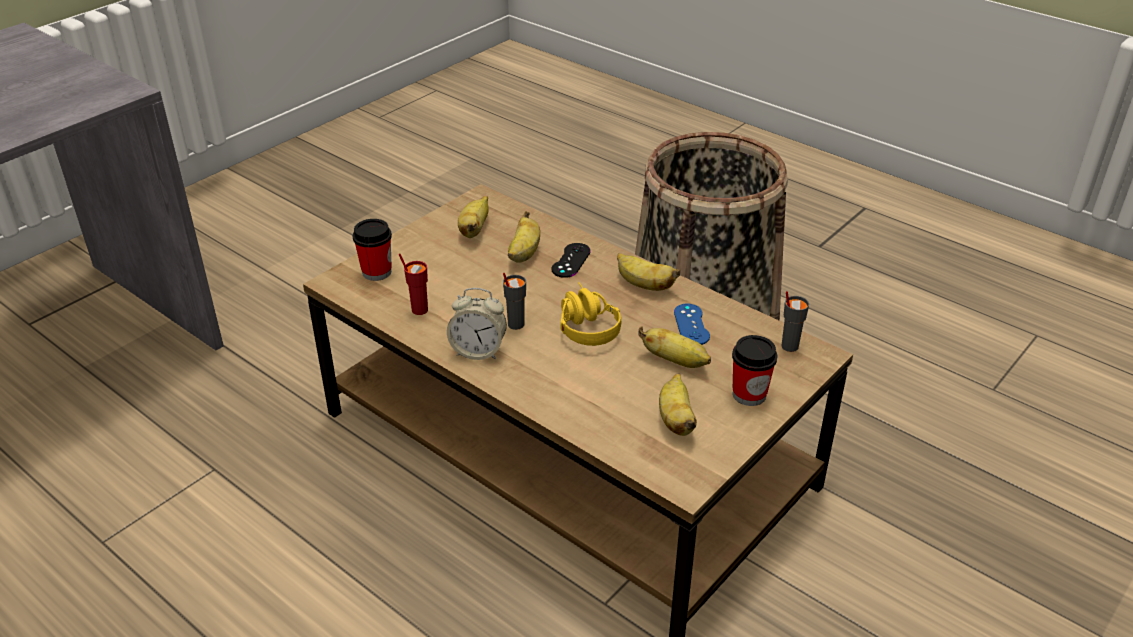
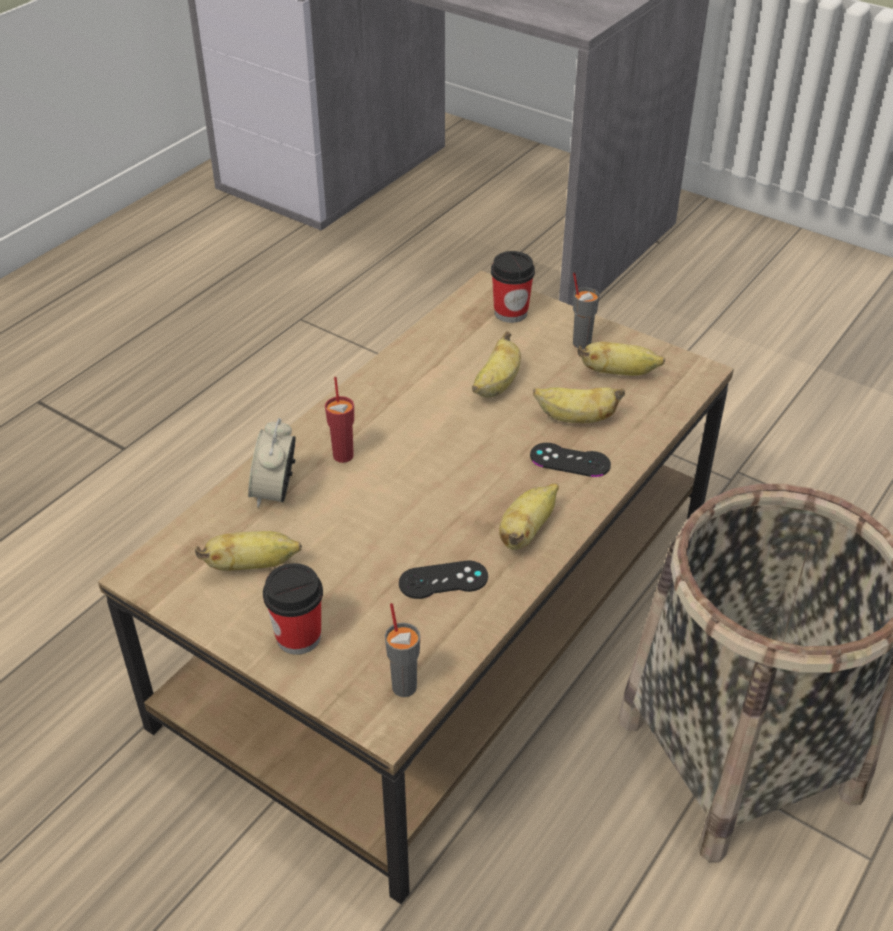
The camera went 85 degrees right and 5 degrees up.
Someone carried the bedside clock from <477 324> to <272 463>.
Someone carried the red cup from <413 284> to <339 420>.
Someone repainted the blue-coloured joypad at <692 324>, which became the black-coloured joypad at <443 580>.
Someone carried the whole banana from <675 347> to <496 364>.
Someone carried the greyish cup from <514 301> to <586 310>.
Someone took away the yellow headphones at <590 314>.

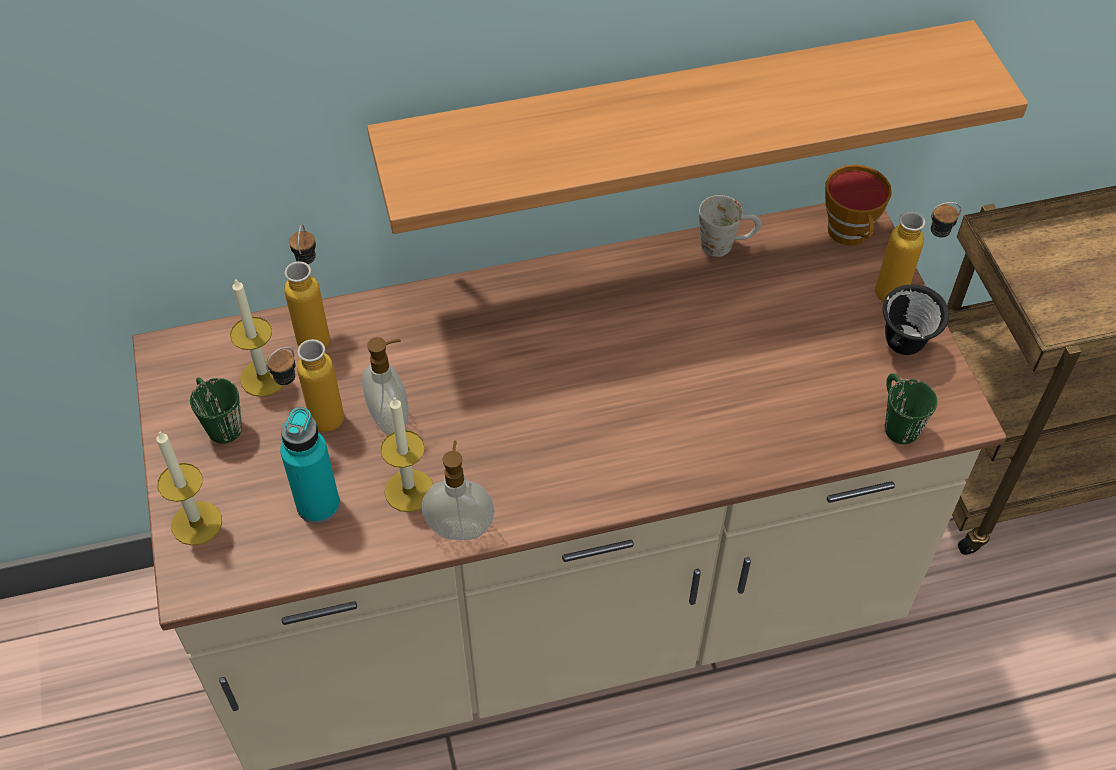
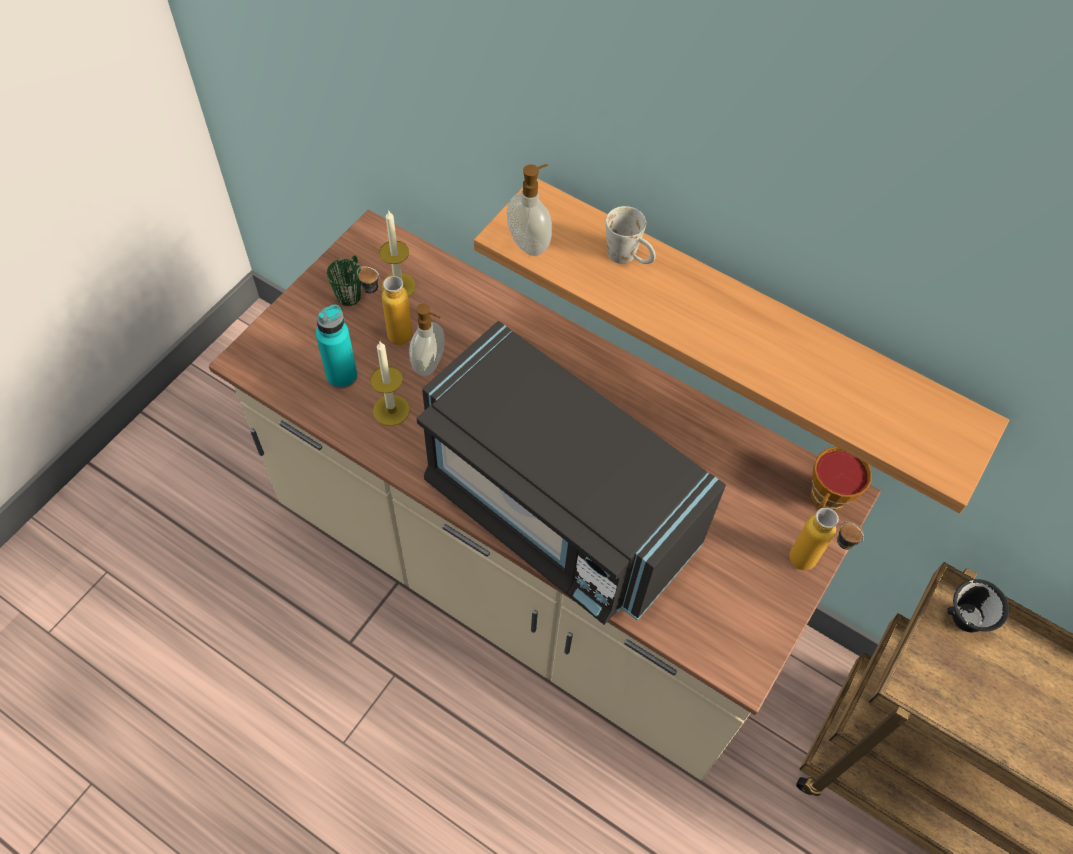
The camera went 45 degrees right and 5 degrees up.
Someone put down the black-coloured kitchen microwave at <571 473>.
Someone carried the soap bottle from <458 490> to <529 210>.
Someone carried the whitish coffee mug from <730 226> to <631 235>.
Someone carried the black-coloured coffee mug from <916 320> to <978 605>.
Someone took away the wax candle at <189 488>.
Someone took away the bottle at <307 286>.
Someone took away the green coffee mug at <911 408>.

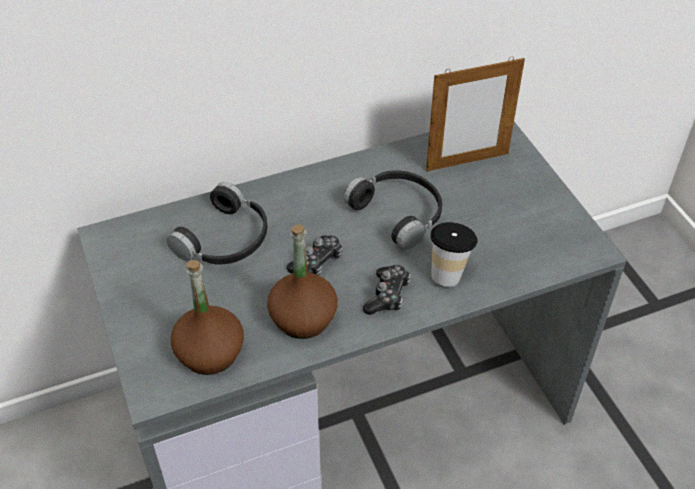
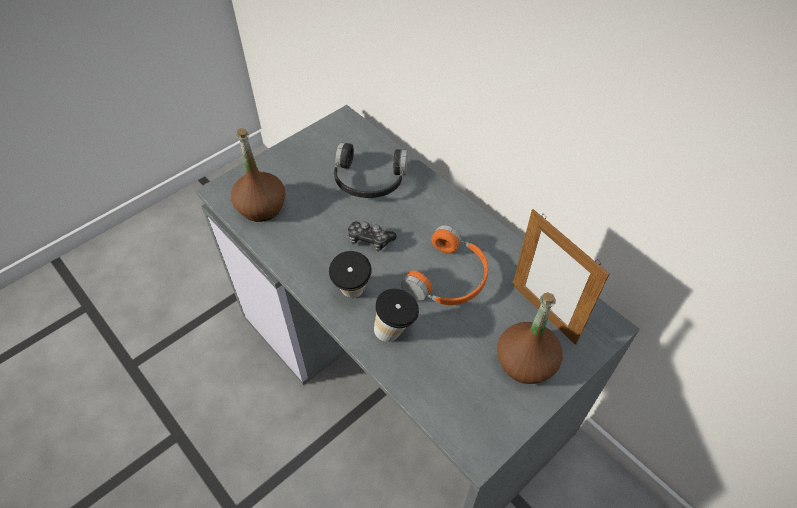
The camera went 70 degrees right and 5 degrees up.
Someone swapped the joypad at <387 290> for the cup at <350 274>.
Someone repainted the black-coloured headphones at <393 210>, which became the orangey headphones at <444 265>.
Someone carried the brown bottle from <302 282> to <530 338>.

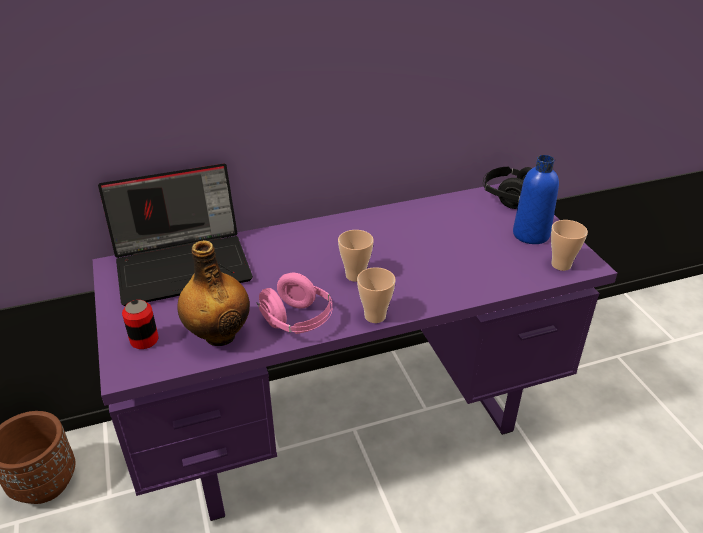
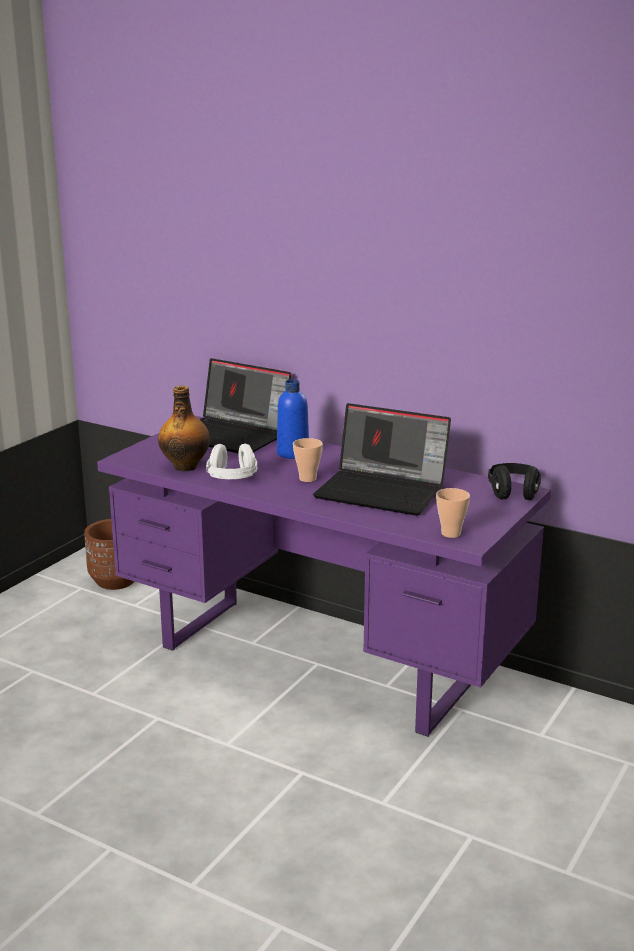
The camera went 50 degrees right and 15 degrees down.
Someone repainted the pink-coloured headphones at <294 303>, which became the whitish headphones at <231 461>.
Someone carried the blue-coloured bottle from <536 199> to <293 419>.
Someone put down the notebook computer at <382 459>.
Someone took away the can at <140 324>.
Someone took away the cup at <376 295>.

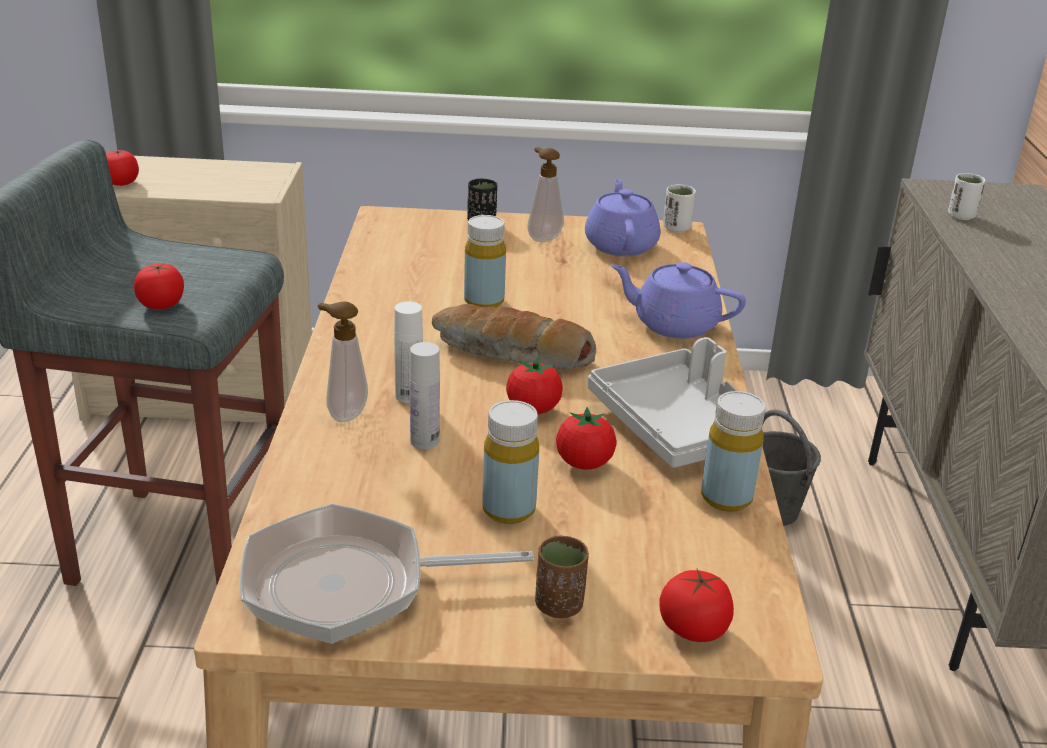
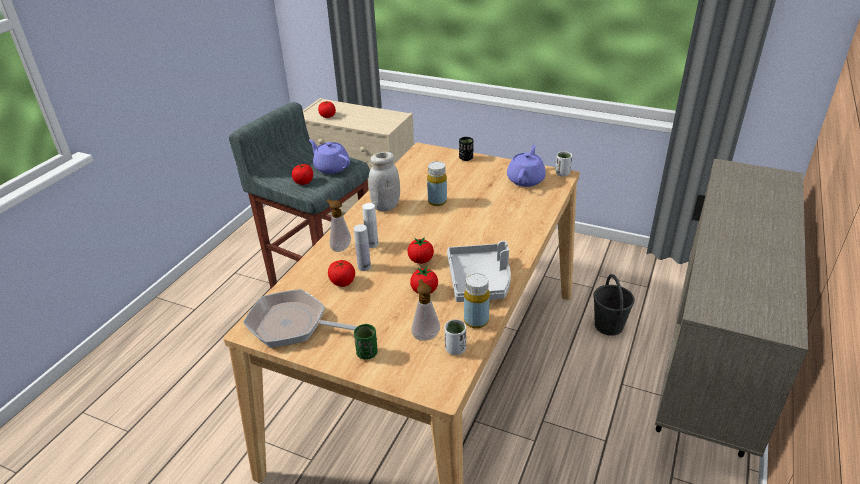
The camera went 25 degrees right and 5 degrees up.
Someone carried the purple tea pot from <678 300> to <329 156>.
Someone carried the whole tomato from <696 605> to <341 273>.
Someone repainted the brown cup at <562 577>, which became the green cup at <366 342>.
Someone put down the whitish jar at <384 181>.
Someone carried the soap bottle from <545 194> to <426 310>.
Someone carried the whitish cup from <966 196> to <455 337>.
Someone took away the baked bread at <514 337>.
Someone took away the yellow bottle at <510 462>.

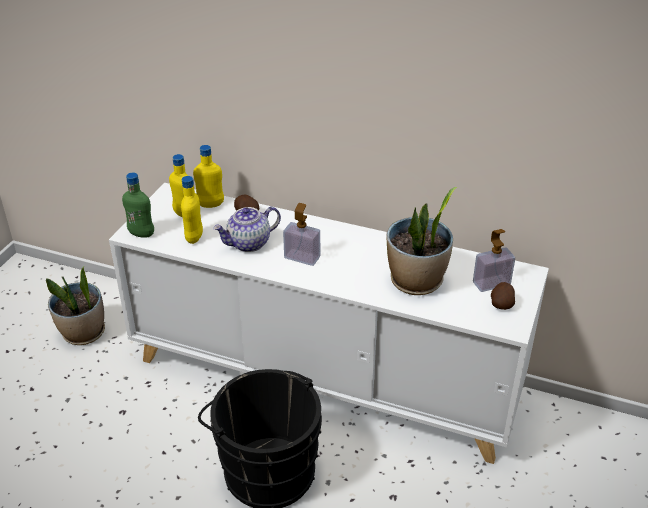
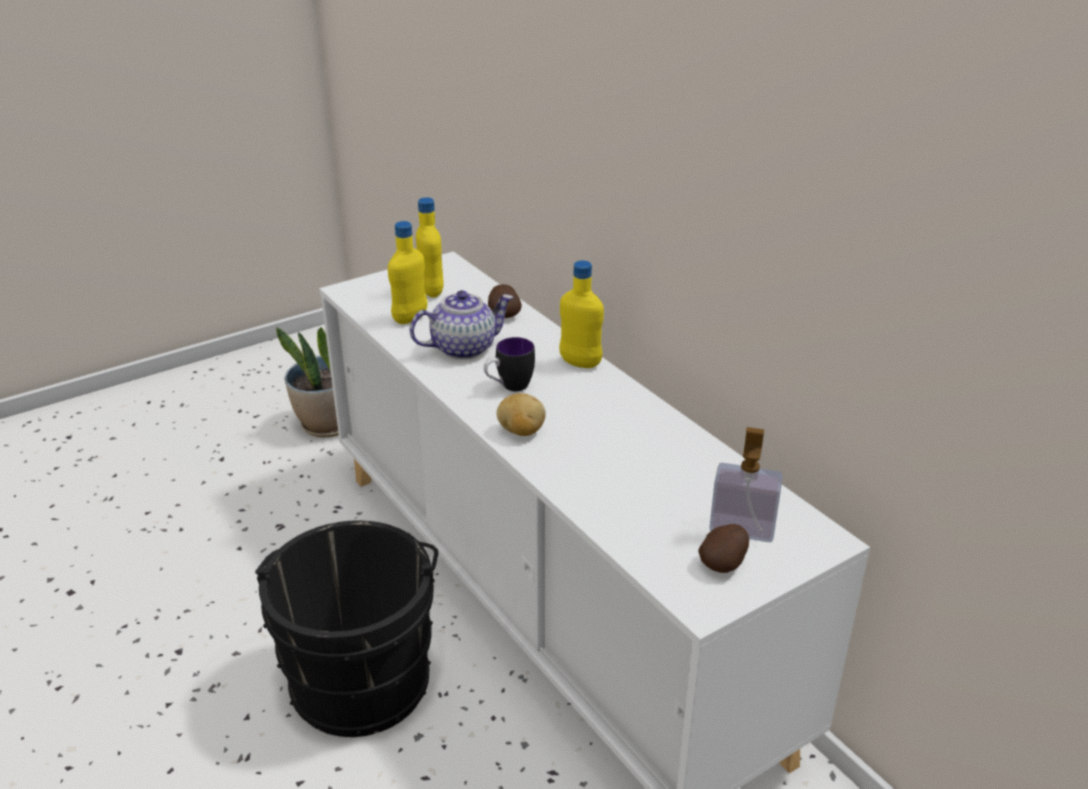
The camera went 35 degrees right and 5 degrees down.
Someone rotated the tea pot at <247 229> by 150 degrees clockwise.
Someone swapped the soap bottle at <301 234> for the coffee mug at <509 364>.
Someone put down the spud at <521 414>.
Someone carried the yellow bottle from <208 176> to <581 314>.
Someone took away the green bottle at <138 205>.
Someone took away the plant in a pot at <421 241>.

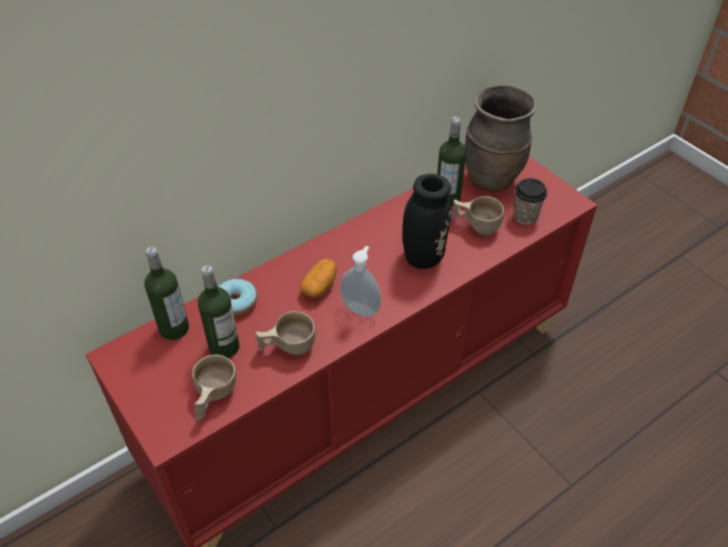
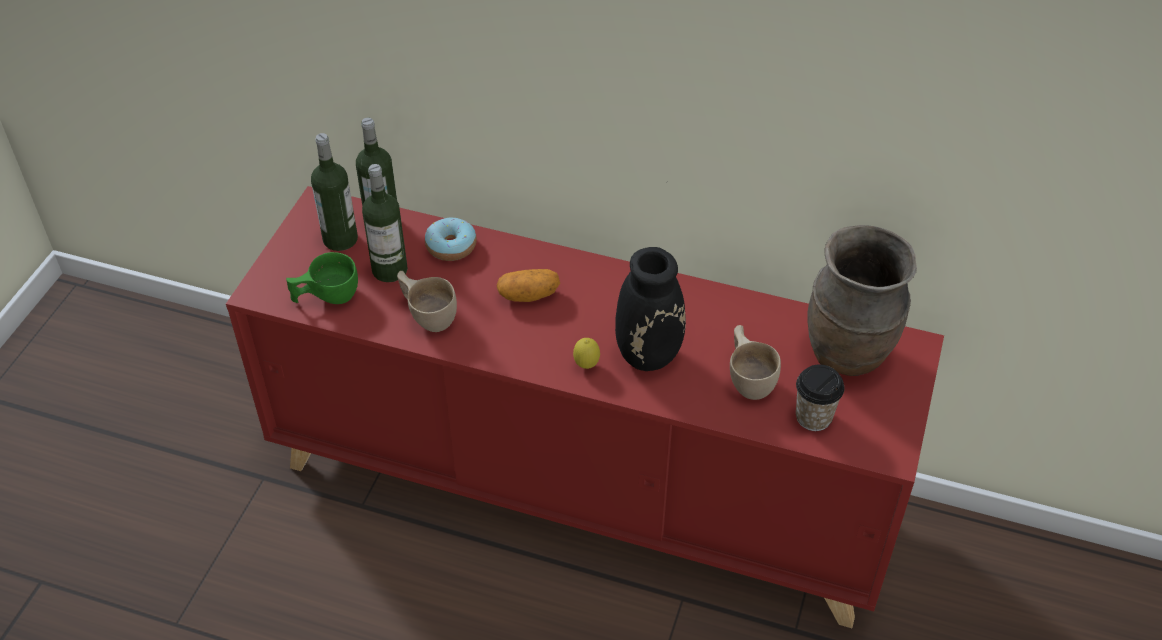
The camera went 55 degrees right and 0 degrees up.
Someone repainted the beige cup at <214 387>, which became the green cup at <322 278>.
Someone carried the bottle from <451 162> to <334 192>.
Someone put down the lemon at <586 353>.
Someone took away the soap bottle at <360 281>.

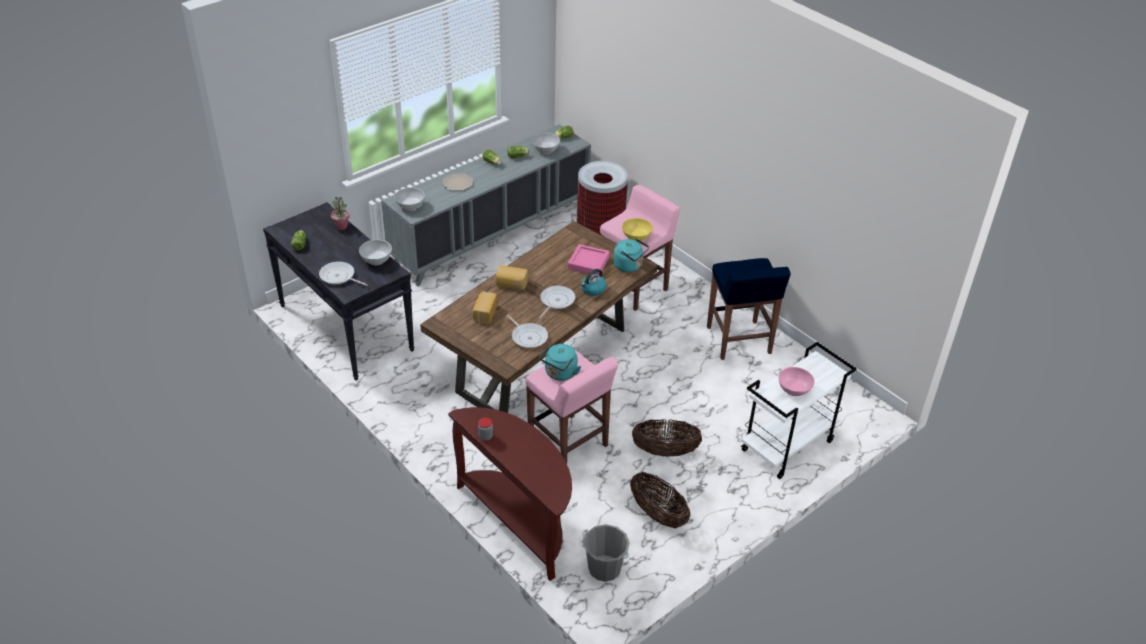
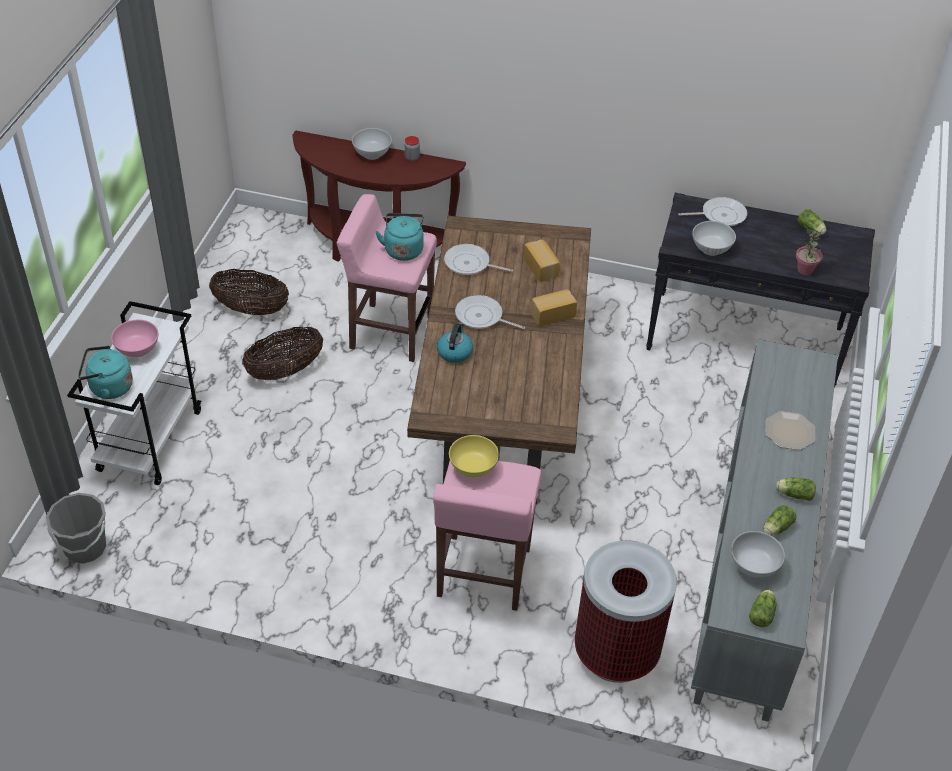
The camera went 145 degrees right and 5 degrees up.
Someone carried the greyish bucket from <606 553> to <76 528>.
Someone carried the blue-green kettle from <631 255> to <105 372>.
Someone carried the whitish deep dish from <410 199> to <372 144>.
Someone rotated the pan at <556 302> by 120 degrees clockwise.
Someone took away the pink-coloured serving tray at <589 259>.
Someone took away the blue-coloured stool seat at <749 309>.

